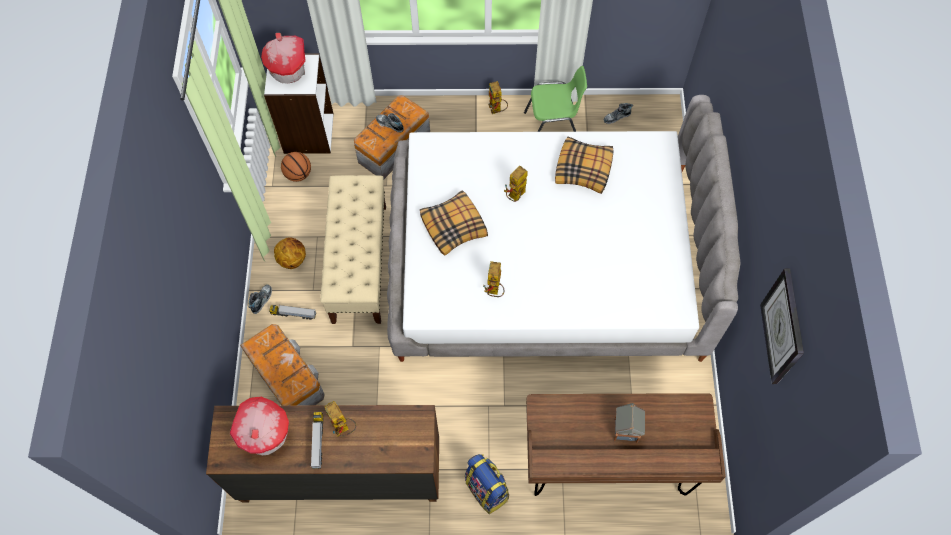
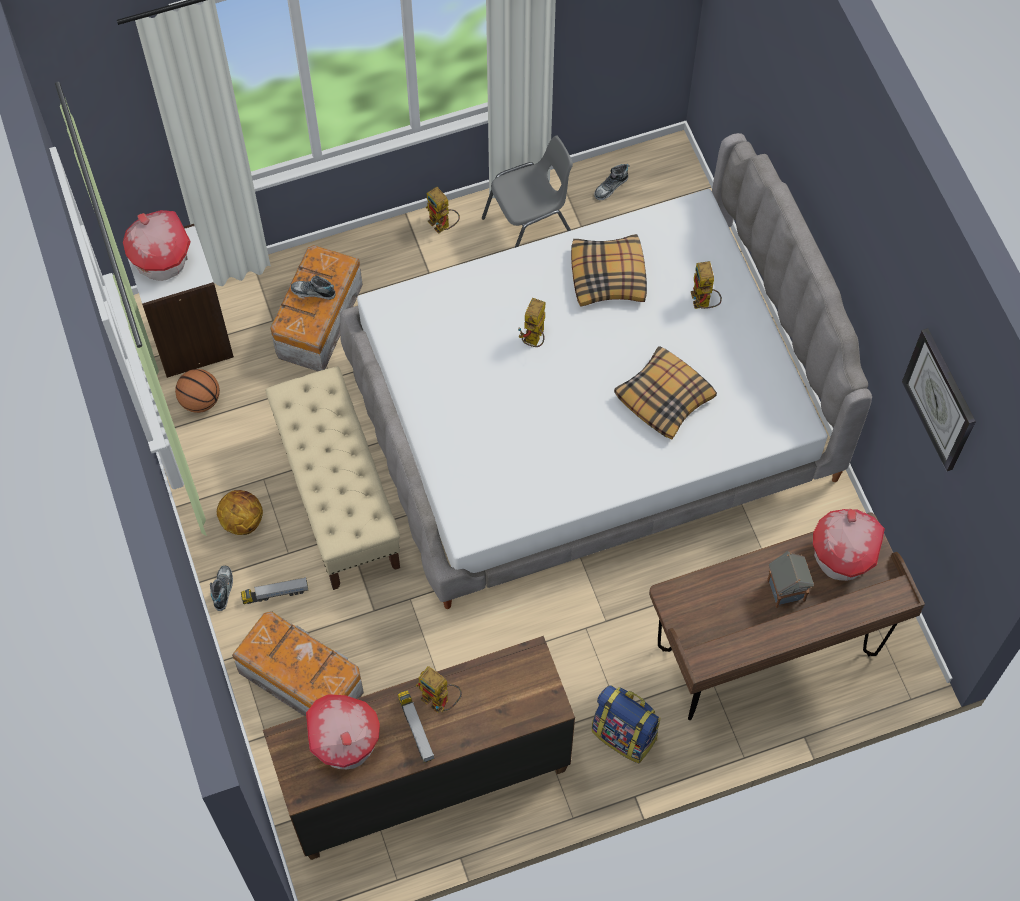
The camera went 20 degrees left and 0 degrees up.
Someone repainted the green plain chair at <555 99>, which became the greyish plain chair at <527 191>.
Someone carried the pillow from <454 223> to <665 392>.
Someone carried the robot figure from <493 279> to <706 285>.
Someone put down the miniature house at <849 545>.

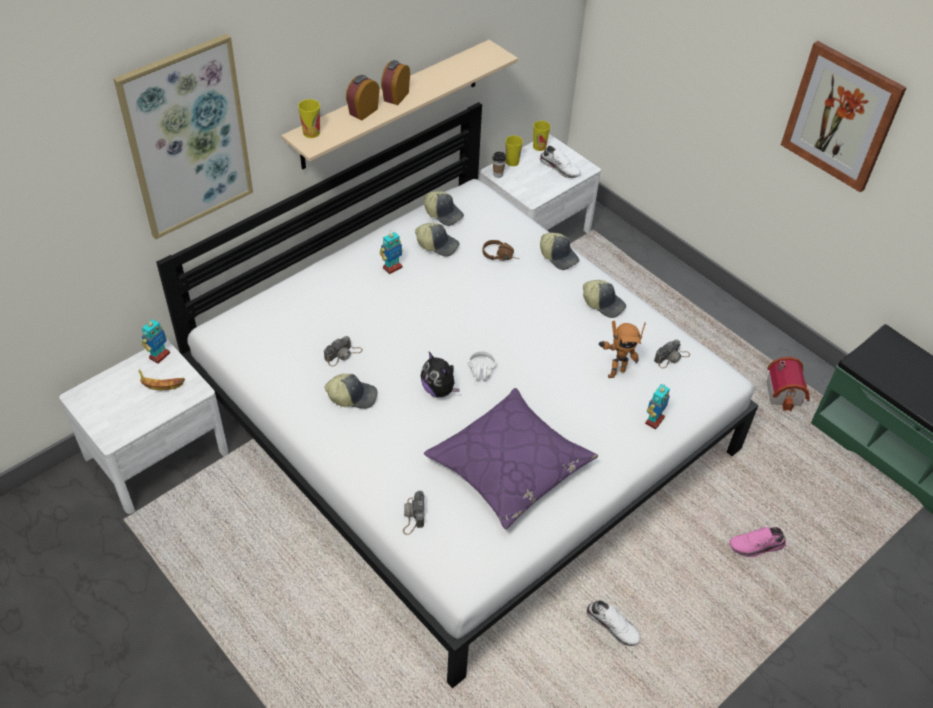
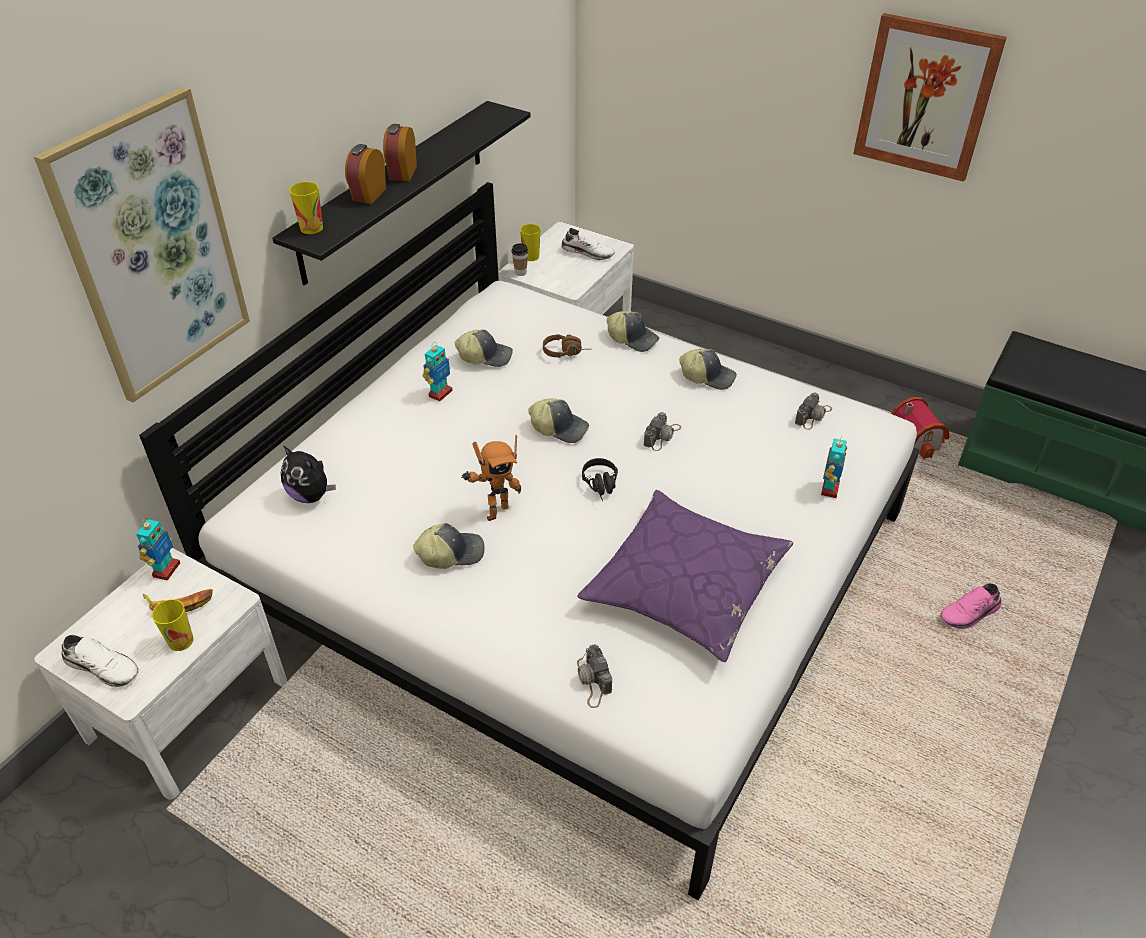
The camera went 15 degrees left and 5 degrees down.
Someone carried the whitish item of footwear from <613 623> to <99 660>.
Someone carried the cup from <541 136> to <173 625>.
Someone repainted the beige wall shelf at <399 105>, which became the black-coloured wall shelf at <401 193>.
Someone carried the cuddly toy from <440 375> to <308 474>.
Someone carried the robot figure from <622 349> to <491 478>.
Someone carried the cap from <444 208> to <558 420>.
Someone repainted the whitish headphones at <482 366>, which became the black-coloured headphones at <600 479>.
Someone carried the still camera from <343 351> to <662 431>.

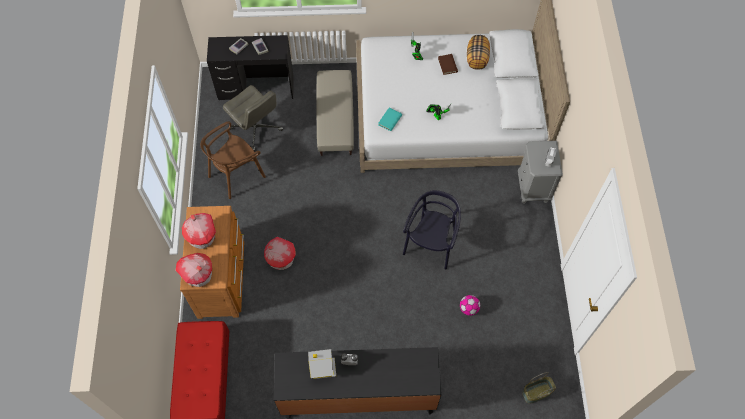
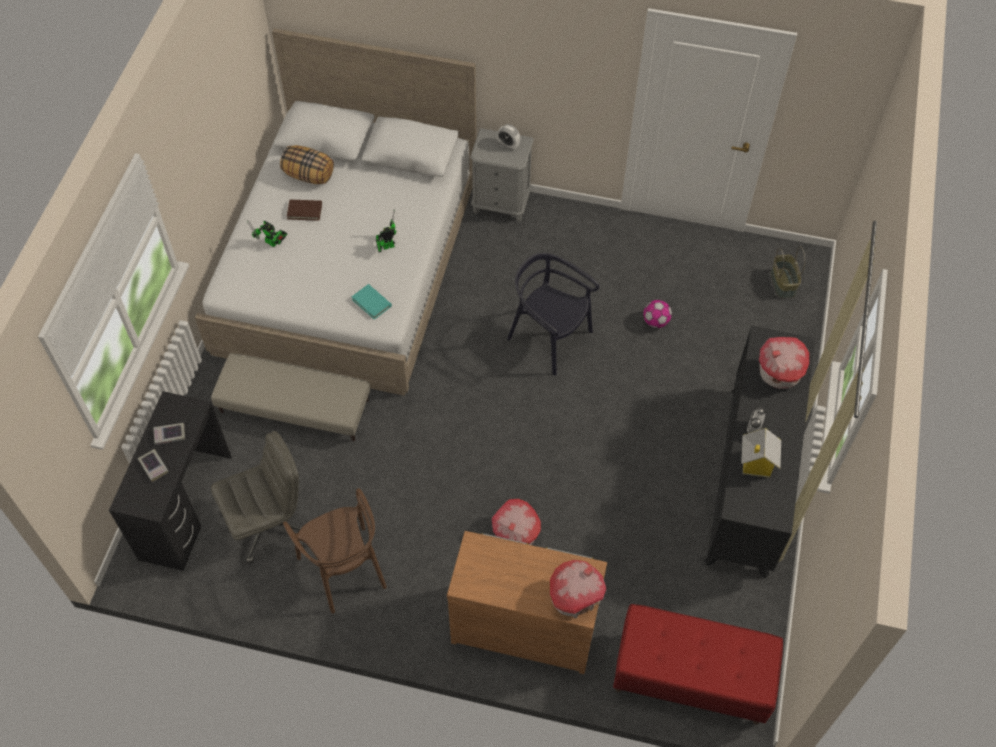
The camera went 75 degrees left and 5 degrees down.
Someone carried the miniature house from <199 231> to <784 363>.

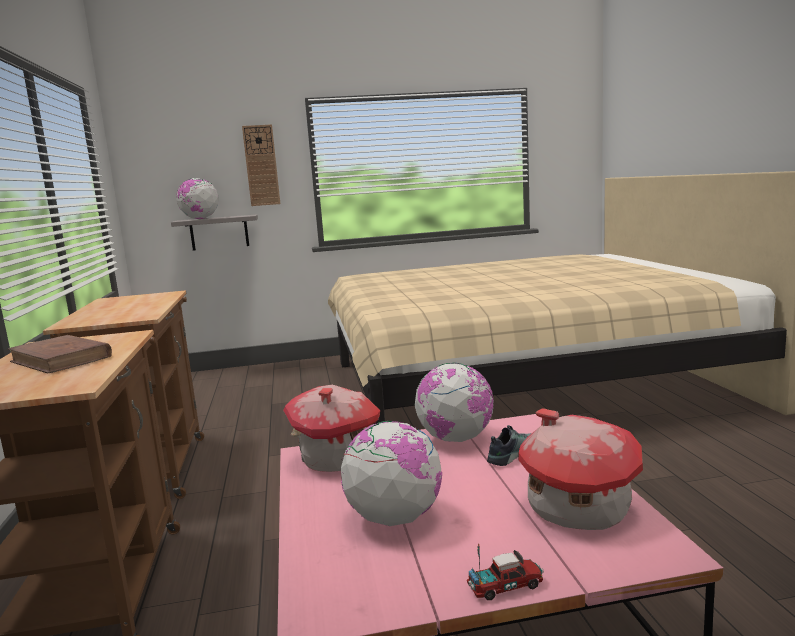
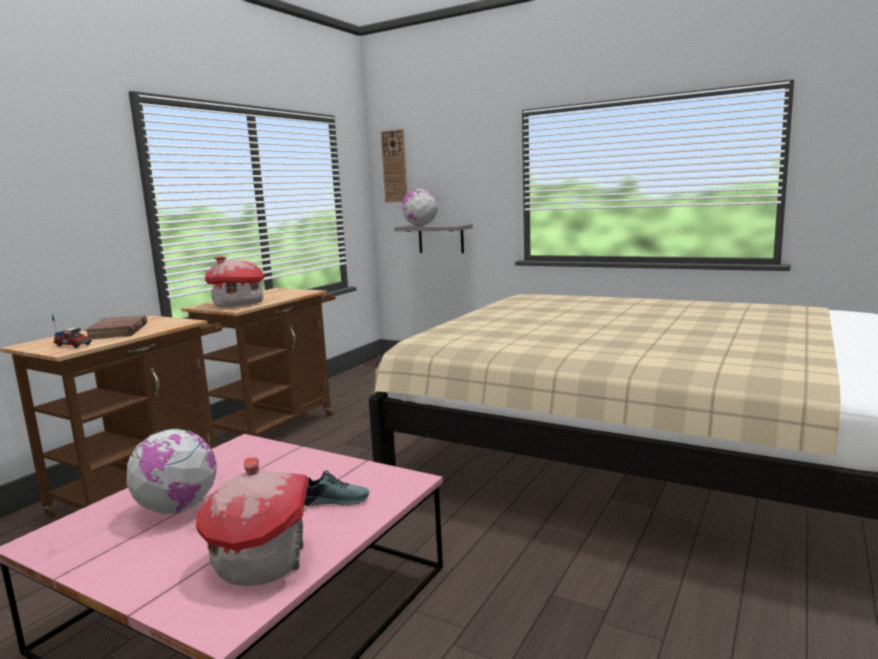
The camera went 40 degrees right and 0 degrees up.
Someone carried the model truck from <505 572> to <72 331>.
Someone carried the miniature house from <331 428> to <234 281>.
Someone carried the wall clock from <261 165> to <394 165>.
Someone took away the world globe at <454 402>.

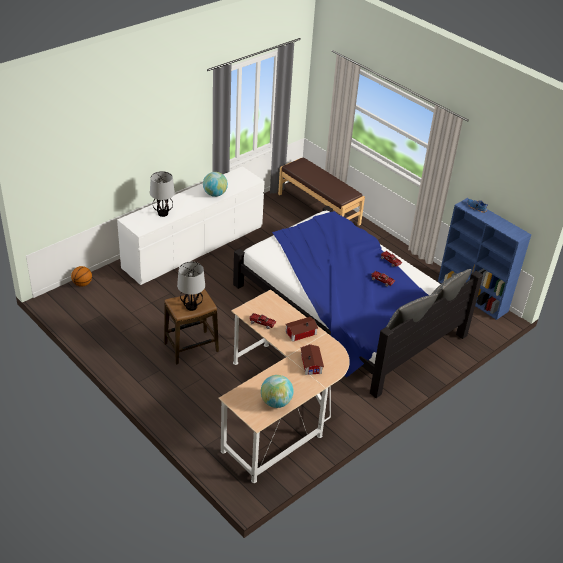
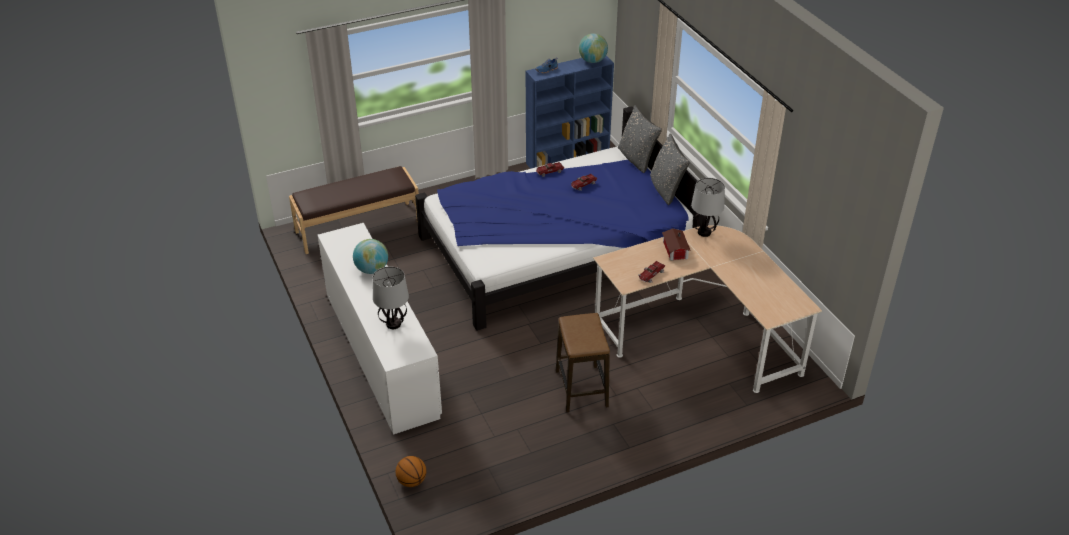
The camera went 70 degrees left and 0 degrees up.
Someone carried the world globe from <277 391> to <593 48>.
Someone carried the table lamp from <191 286> to <708 207>.
Someone took away the miniature house at <312 359>.

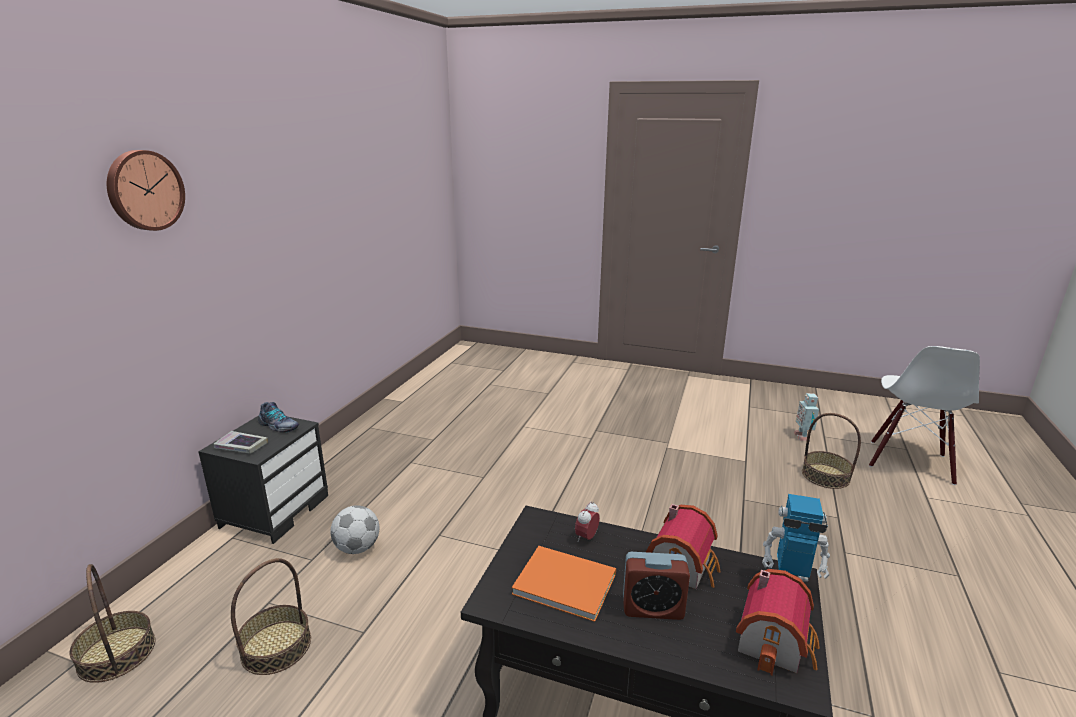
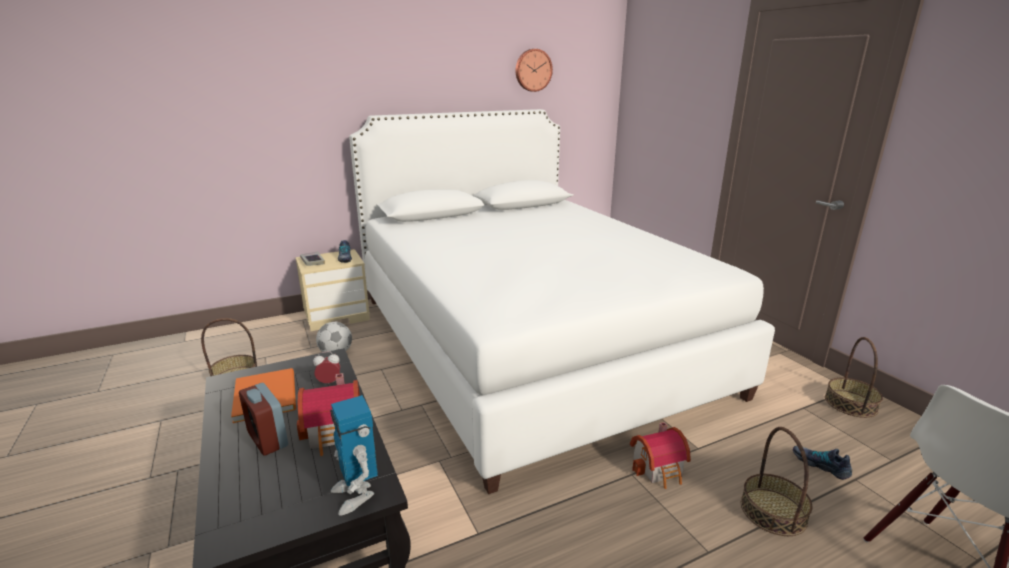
The camera went 45 degrees right and 0 degrees up.
Someone repainted the black-coloured night table at <263 479>, which became the beige night table at <332 290>.
Someone put down the whitish bedroom bed at <562 301>.
Someone carried the wall clock from <146 190> to <534 70>.
Someone carried the miniature house from <778 622> to <660 455>.
Someone swapped the robot figure at <806 417> for the item of footwear at <822 463>.
Someone carried the basket from <113 623> to <854 377>.

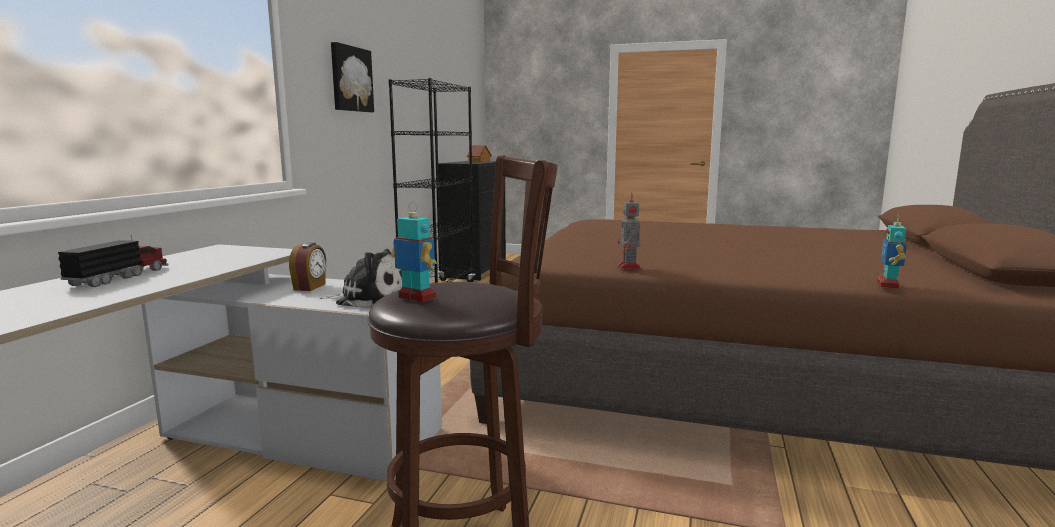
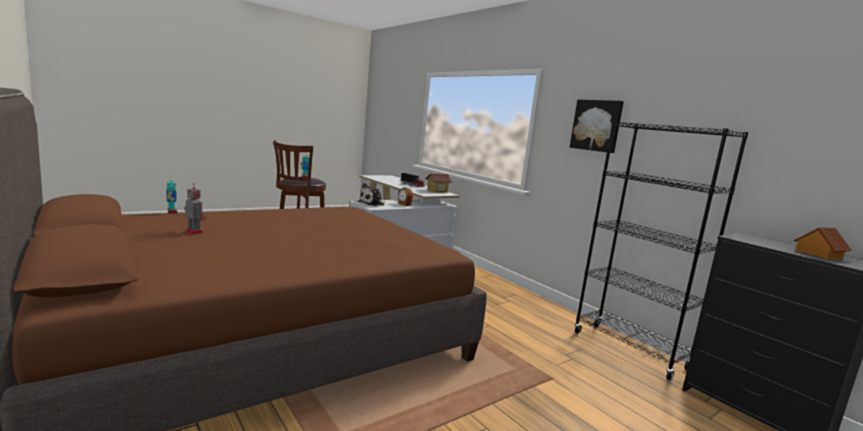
The camera went 125 degrees right and 0 degrees up.
Someone carried the robot figure from <629 231> to <195 209>.
Someone put down the miniature house at <439 183>.

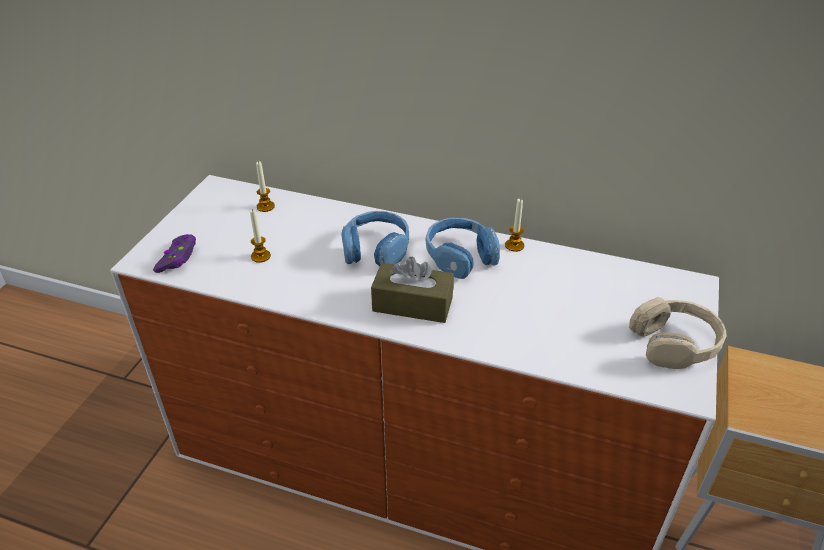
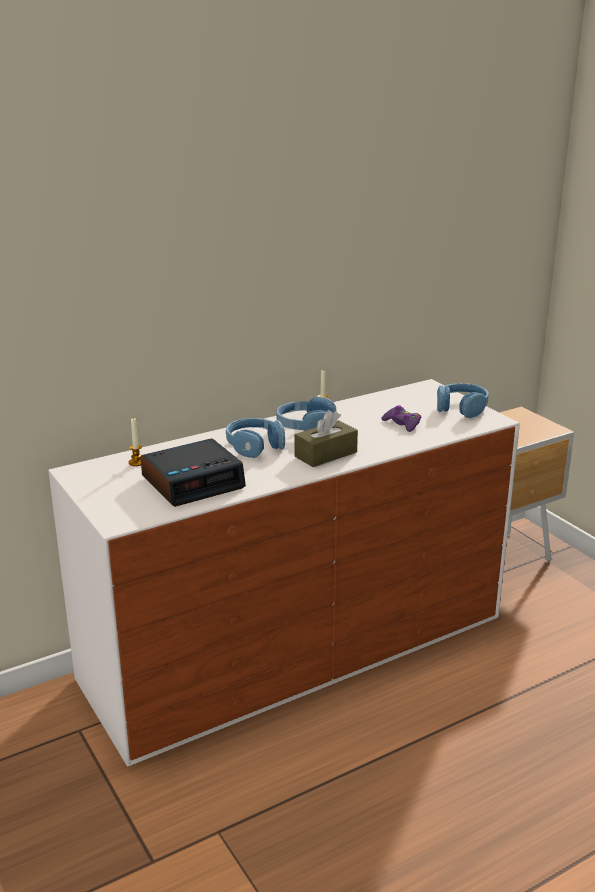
The camera went 50 degrees left and 15 degrees down.
Someone swapped the wax candle at <260 236> for the bedside clock at <193 472>.
Someone carried the purple joypad from <174 253> to <402 418>.
Someone repainted the beige headphones at <678 333>, which became the blue-coloured headphones at <462 400>.

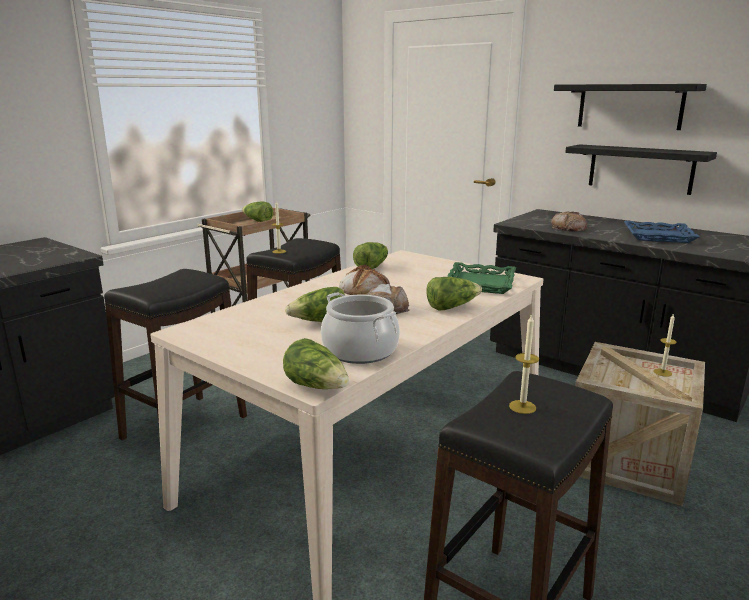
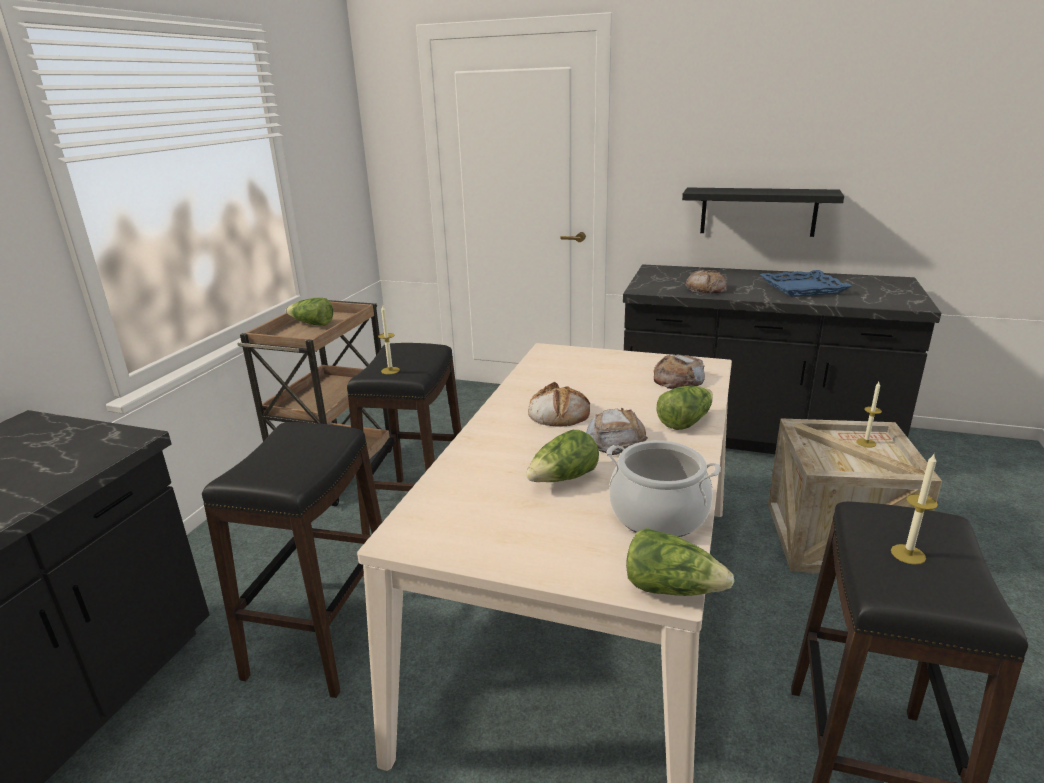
The camera went 20 degrees left and 5 degrees up.
Someone swapped the green serving tray at <482 278> for the baked bread at <679 372>.
Someone took away the lettuce at <370 255>.
Someone took away the black-coloured wall shelf at <630 107>.

